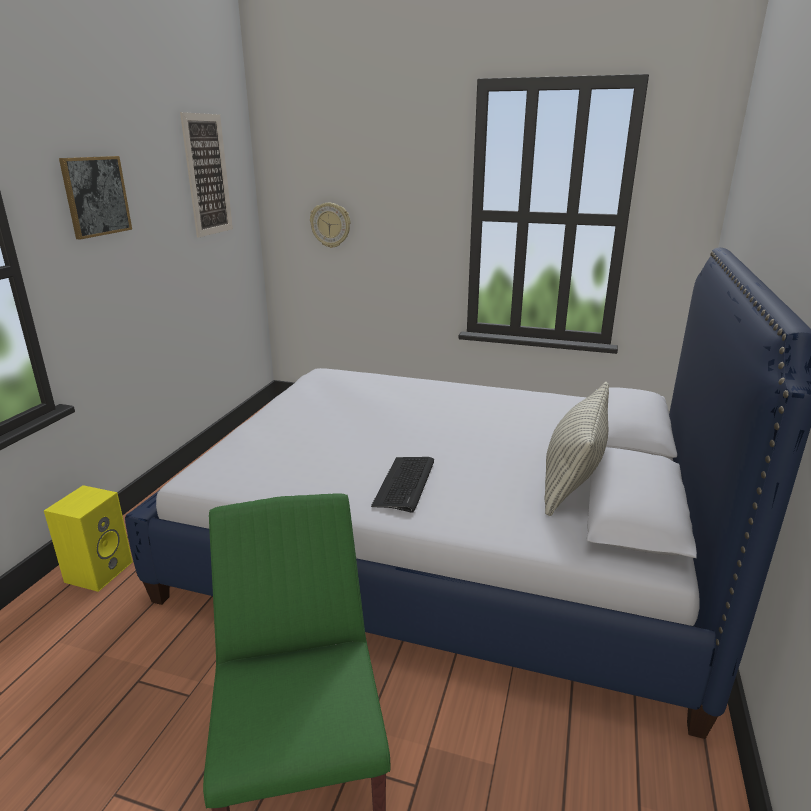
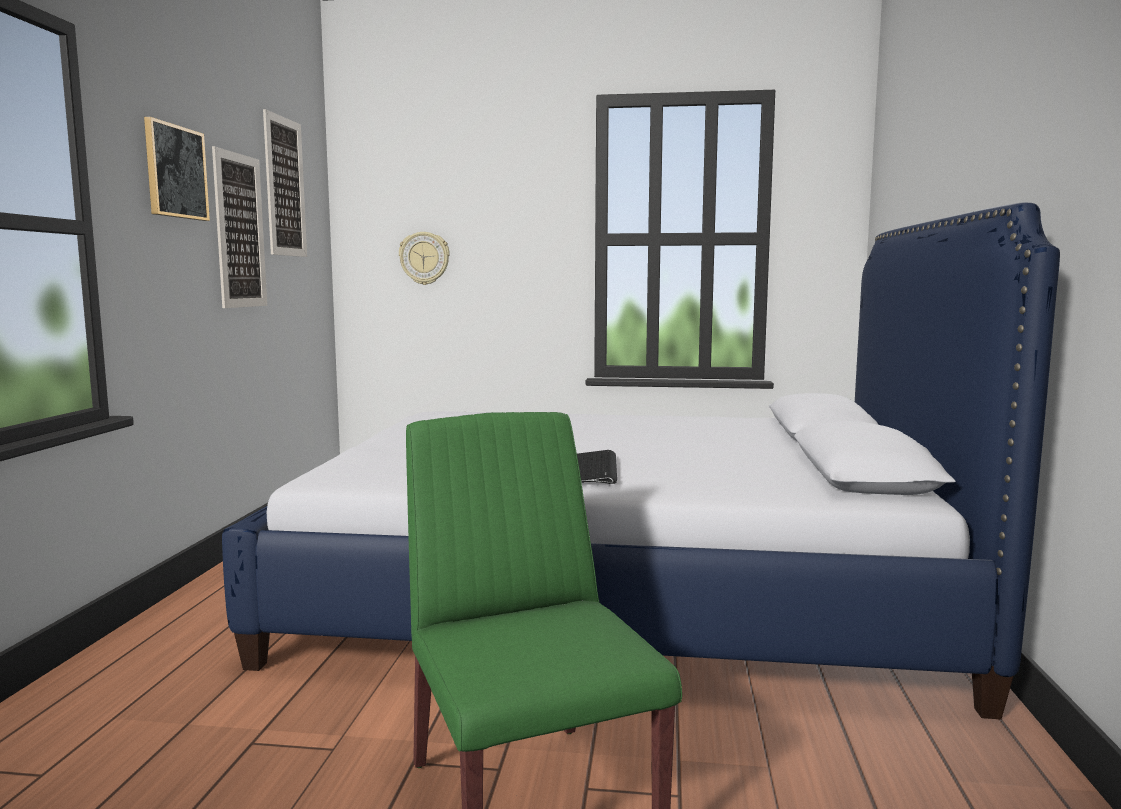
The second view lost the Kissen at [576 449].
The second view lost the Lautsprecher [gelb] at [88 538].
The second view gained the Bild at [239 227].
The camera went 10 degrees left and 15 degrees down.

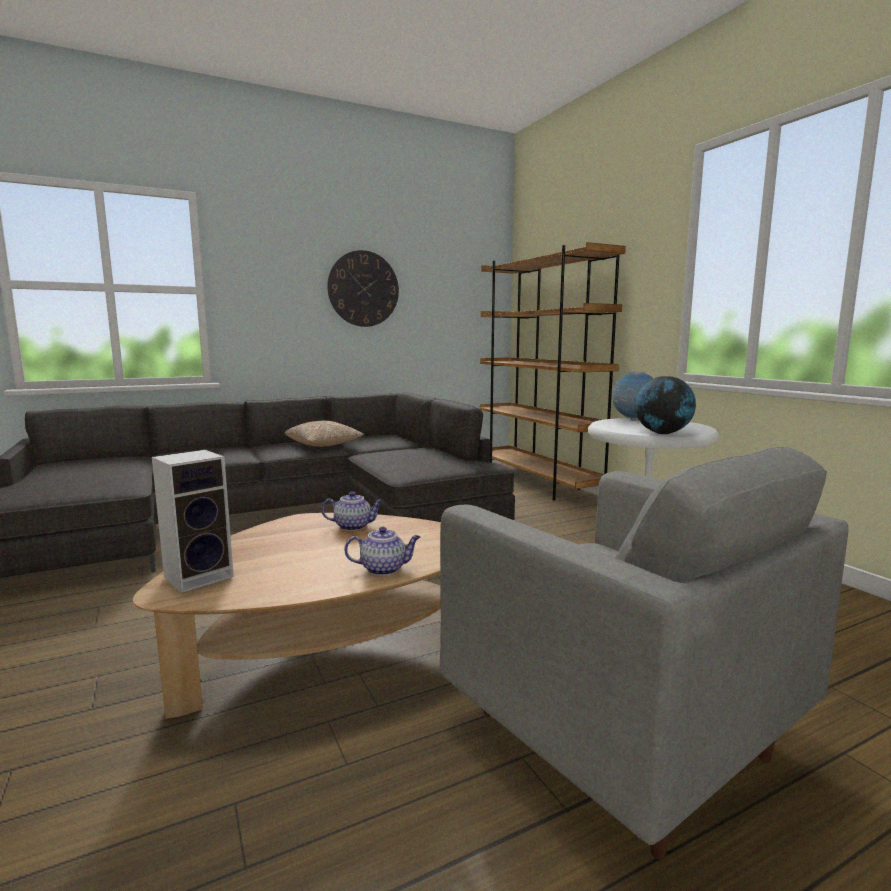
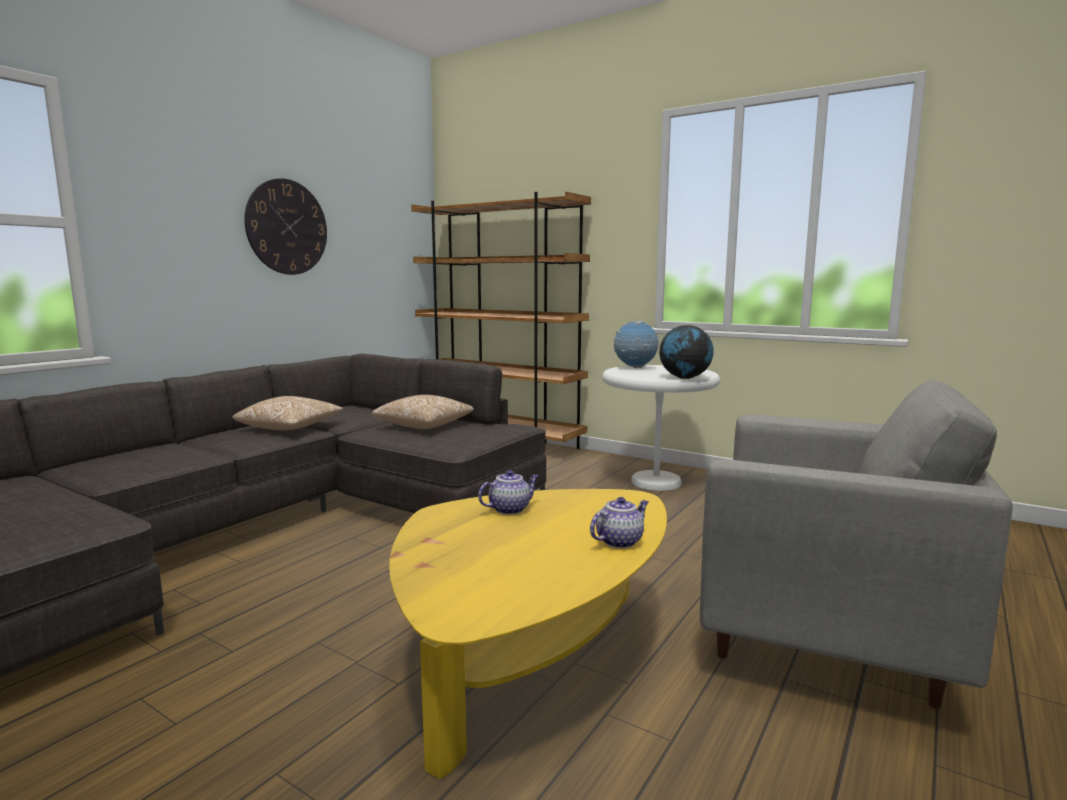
The second view lost the Lautsprecher at [193 521].
What was the Couchtisch [braun] at [287 616] turned into the Couchtisch [gelb] at [528 634].
The second view gained the Kissen at [423 412].
The camera went 30 degrees left and 0 degrees up.

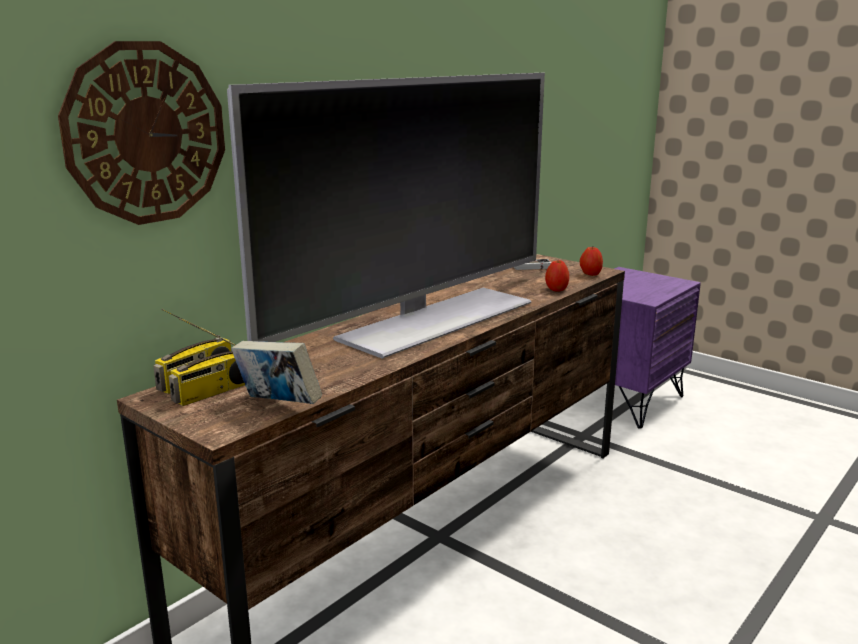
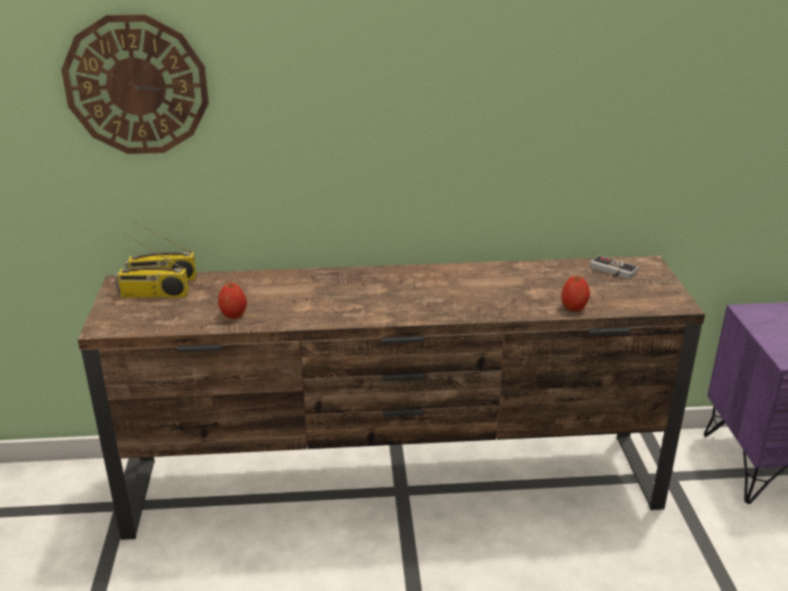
The second view lost the Fernseher at [386 216].
The Apfel ended up elsewhere, having gone from [591 261] to [232 301].
The second view lost the Buch at [276 372].
The camera went 45 degrees right and 10 degrees up.

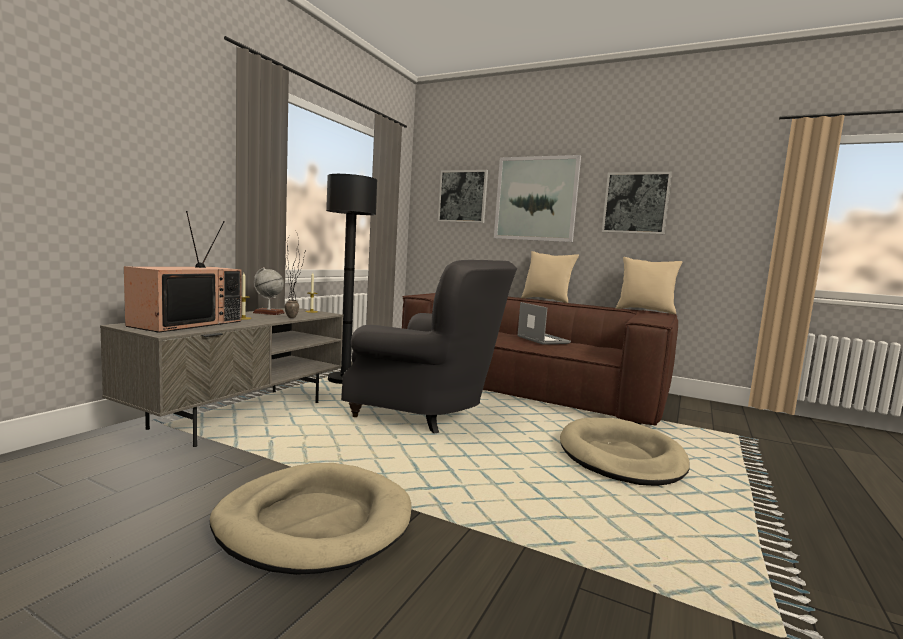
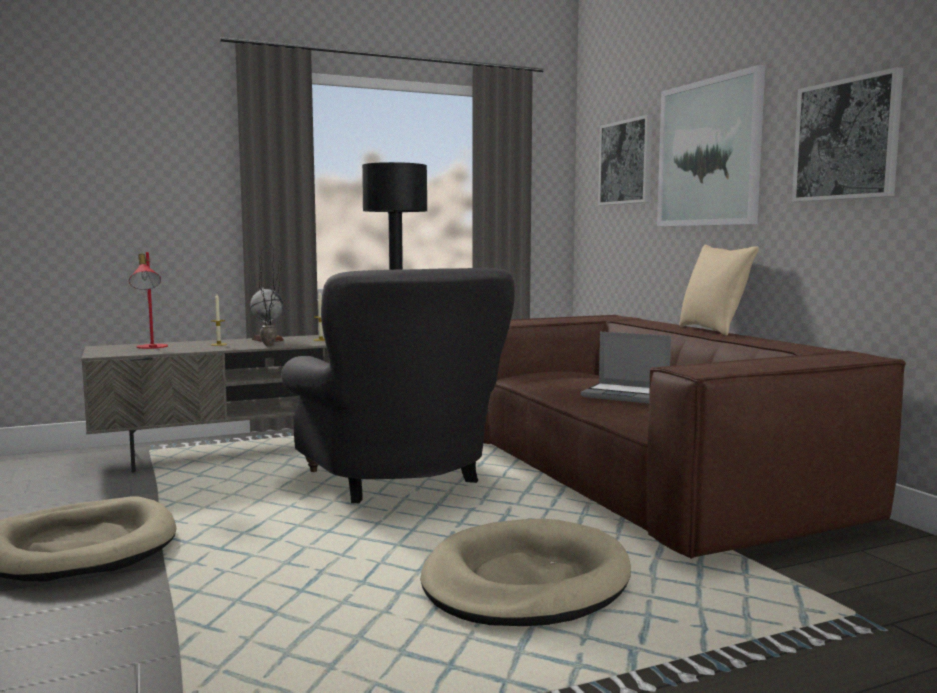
Where the Fernseher stood at [183 272], the Tischlampe [rot] came to stand at [148 300].
The second view lost the Kissen [beige] at [649 285].
The Laptop at [544 323] ended up facing another way, 105 degrees clockwise from before.
The camera went 40 degrees right and 0 degrees up.

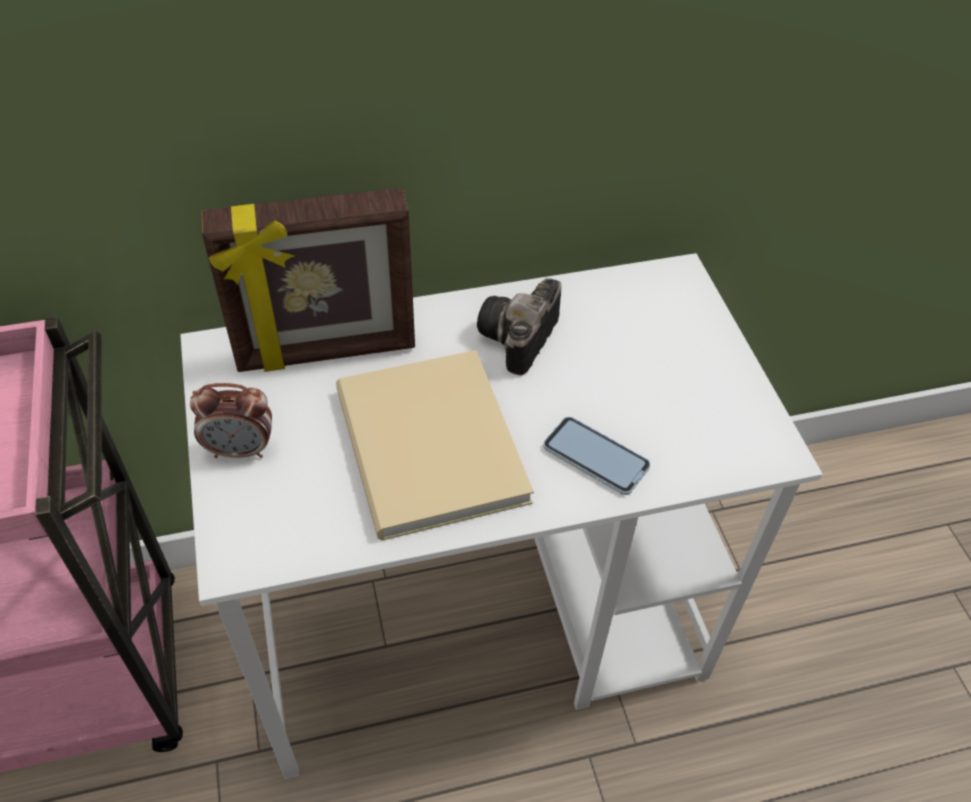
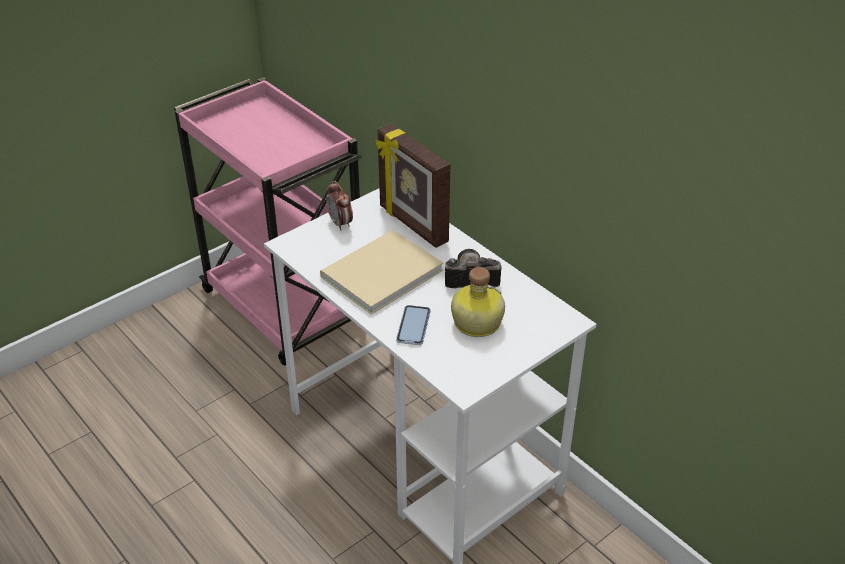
The second view gained the Flasche at [478 302].
The camera went 65 degrees right and 10 degrees down.

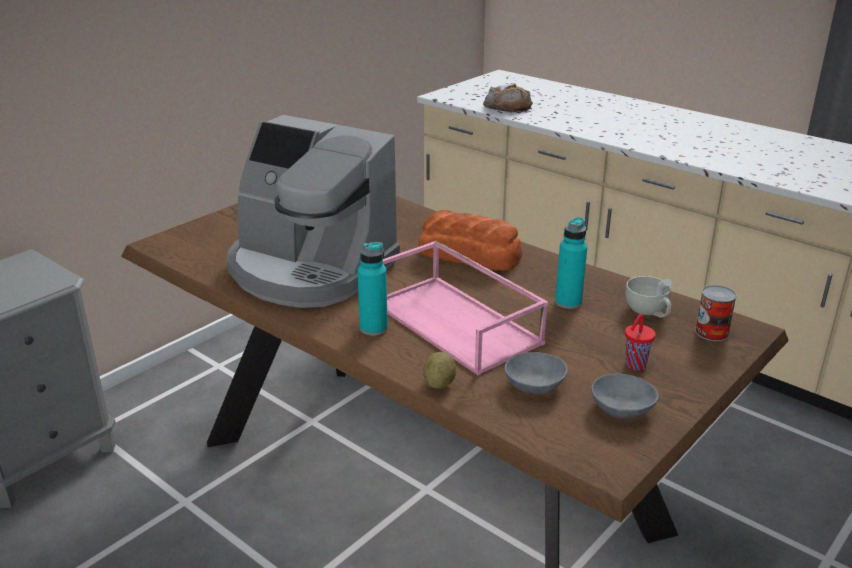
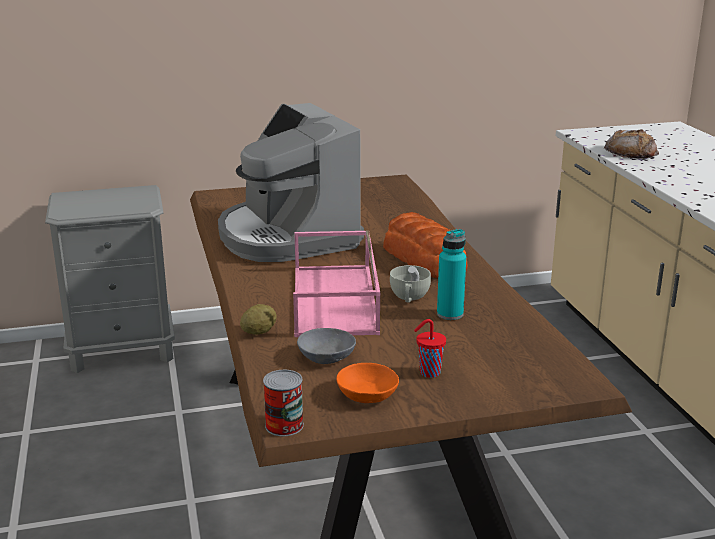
The second view lost the Flasche [türkis] at [372 289].
The Tasse [weiß] ended up elsewhere, having gone from [648 297] to [410 284].
The Dose ended up elsewhere, having gone from [716 313] to [283 403].
What was the Schüssel [grau] at [625 396] turned into the Schüssel [orange] at [367 383].
The camera went 35 degrees right and 5 degrees down.

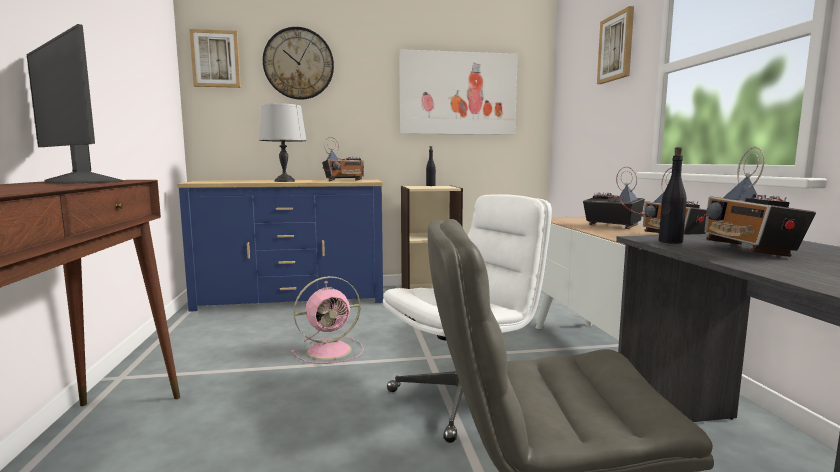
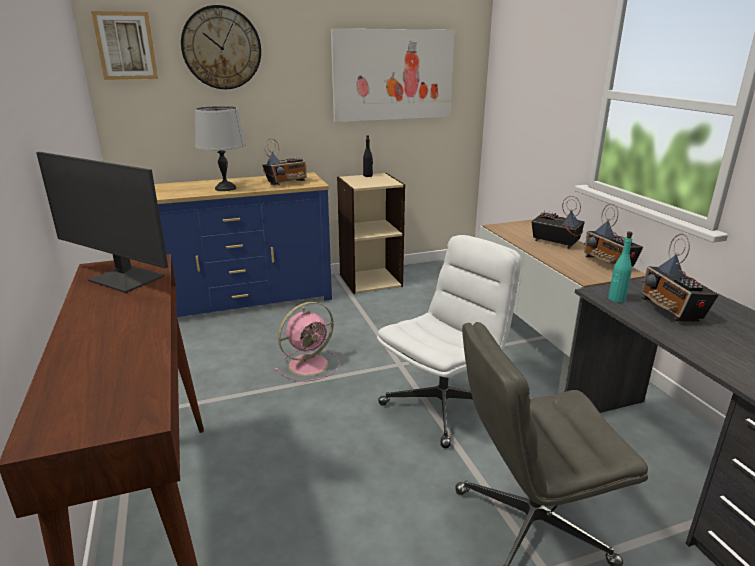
The second view lost the Bild at [615 45].
What was the Flasche [schwarz] at [673 195] turned into the Flasche [türkis] at [620 266].
The camera went 10 degrees left and 15 degrees up.

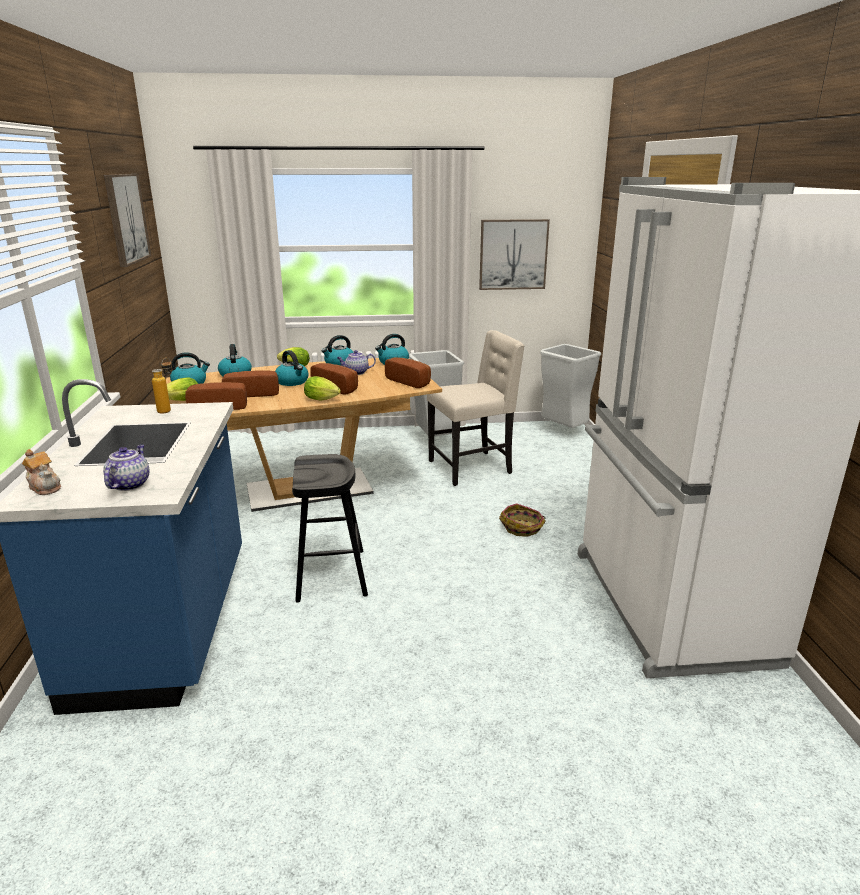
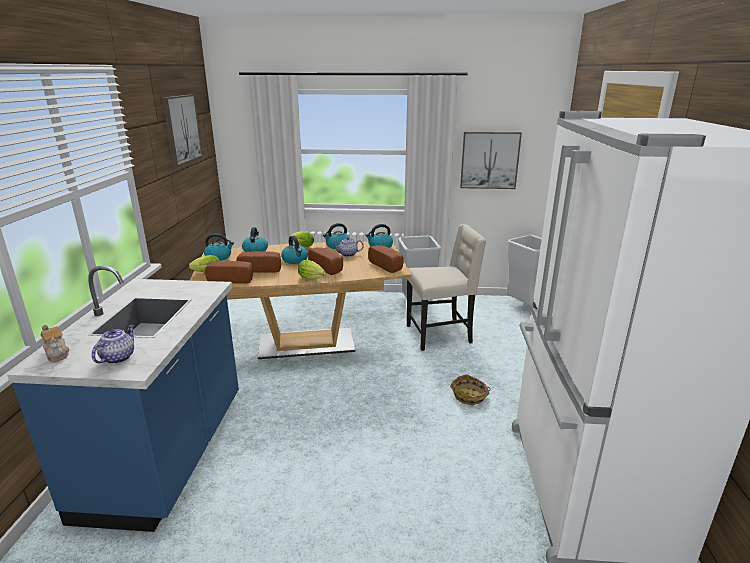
The second view lost the Flasche at [162 386].
The second view lost the Hocker [schwarz] at [330 528].
The camera went 10 degrees right and 0 degrees up.

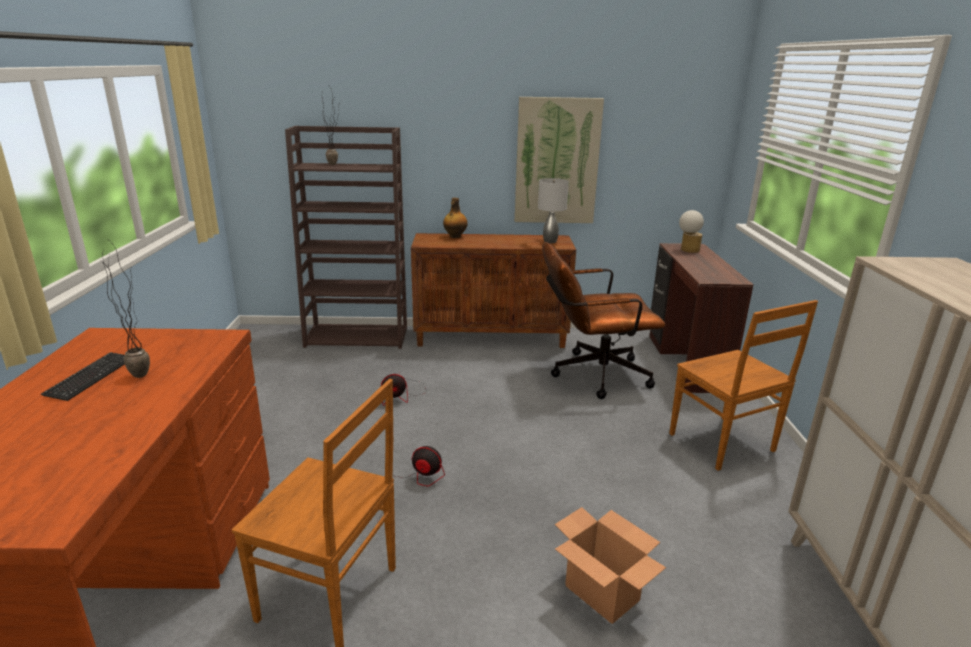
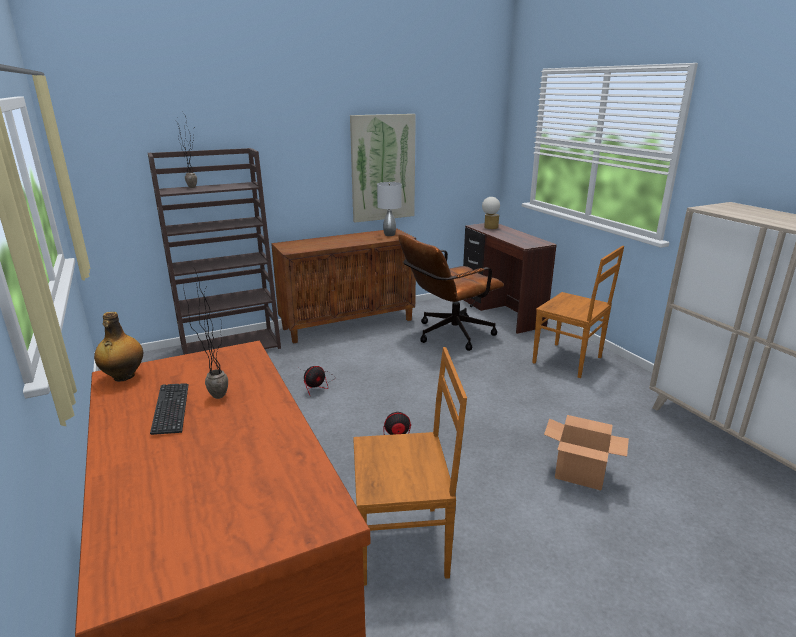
The Flasche ended up elsewhere, having gone from [455 218] to [118 347].
The camera went 25 degrees left and 0 degrees up.

